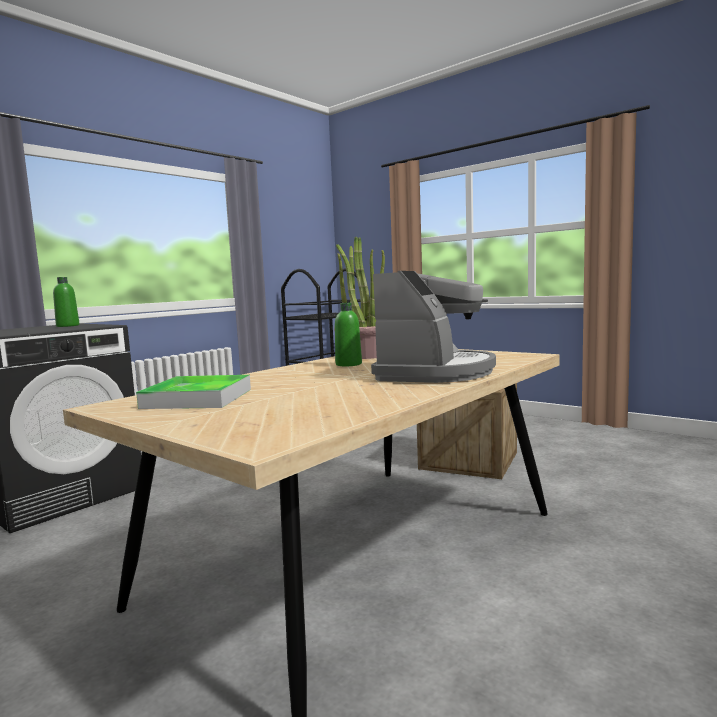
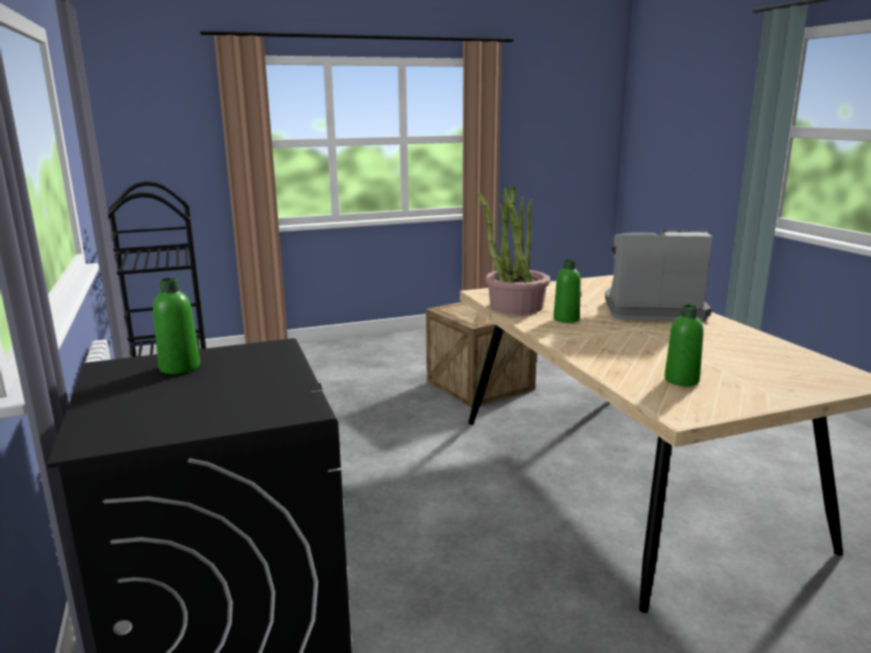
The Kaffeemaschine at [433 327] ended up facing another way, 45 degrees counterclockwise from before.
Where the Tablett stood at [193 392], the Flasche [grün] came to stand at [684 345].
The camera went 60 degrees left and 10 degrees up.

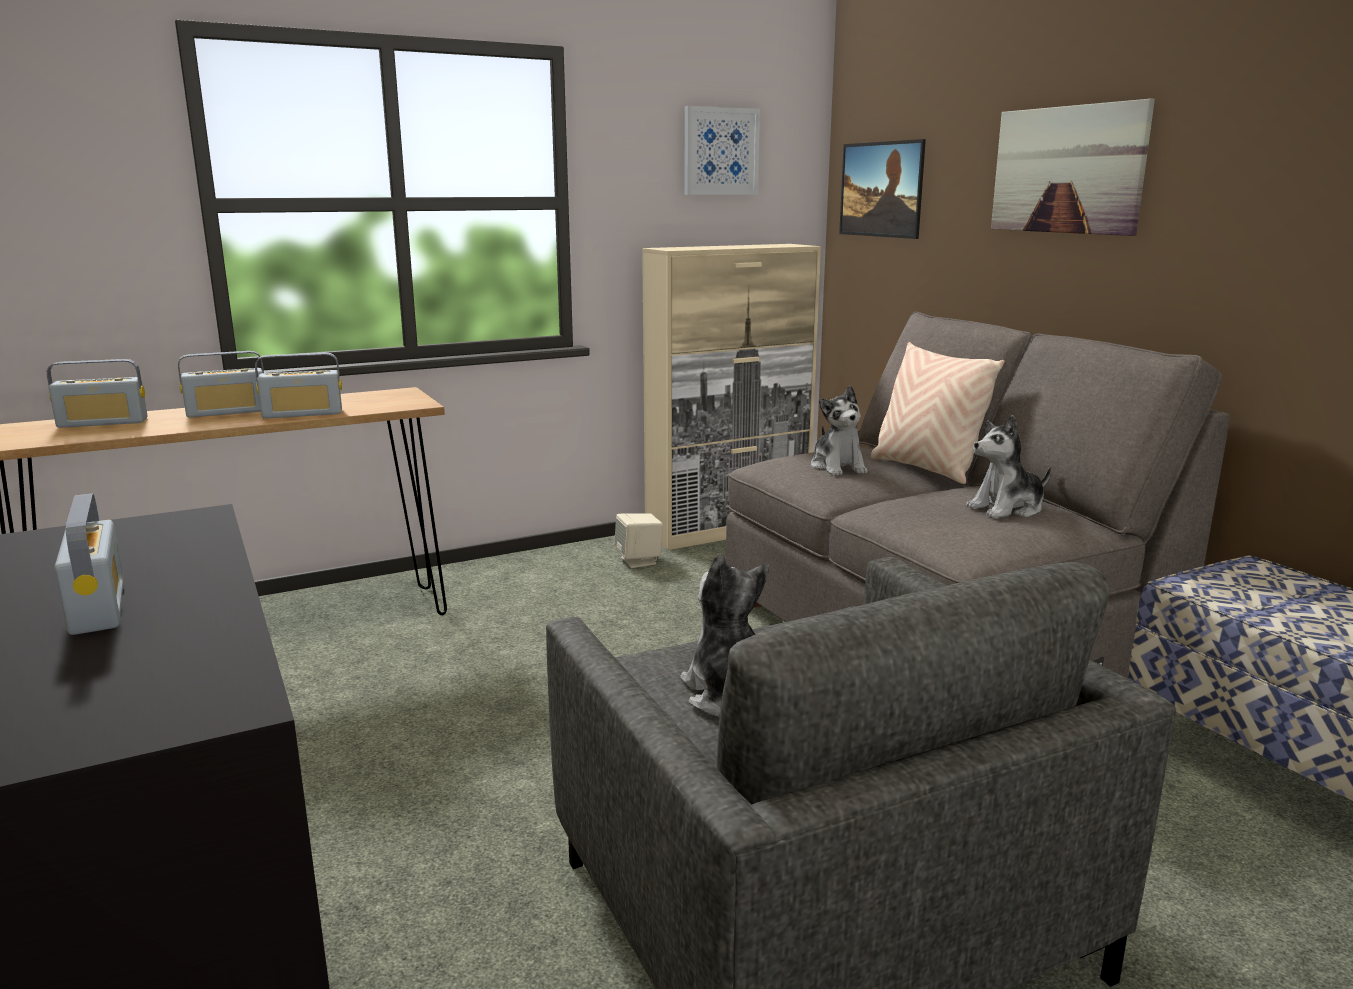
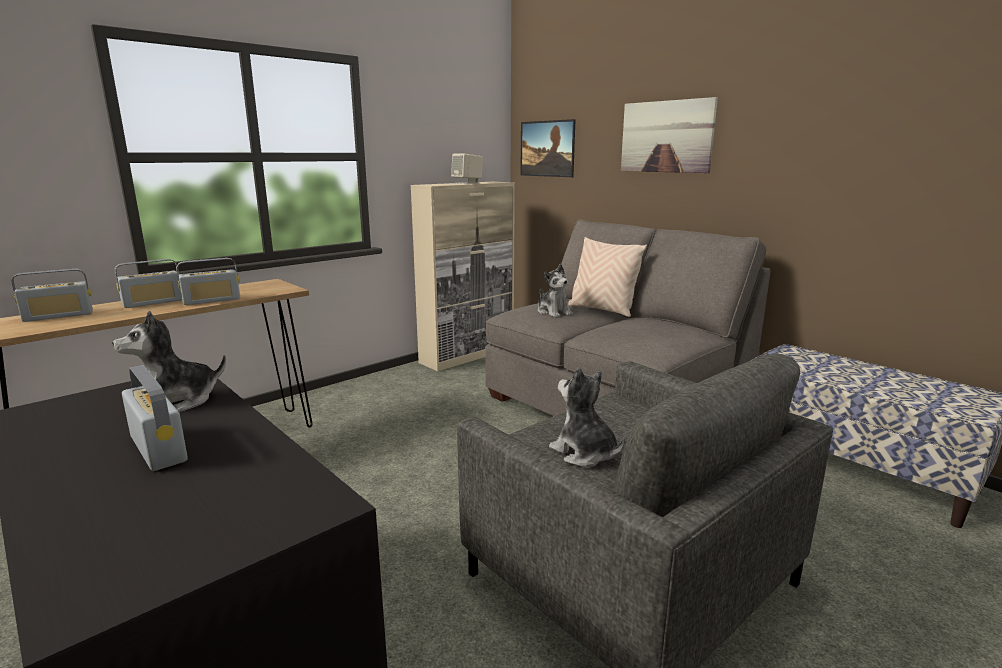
The second view lost the Bild at [722 150].
The Plüschtier ended up elsewhere, having gone from [1008 466] to [169 361].
The Lautsprecher [beige] ended up elsewhere, having gone from [638 540] to [467 169].
The camera went 15 degrees left and 0 degrees up.

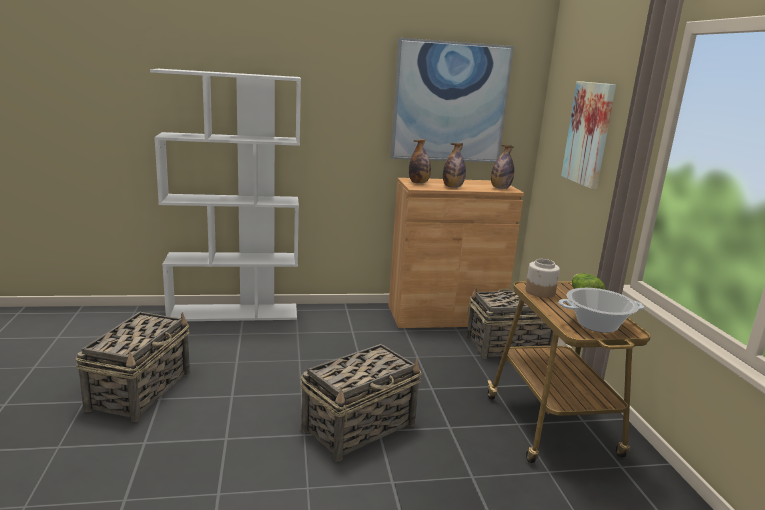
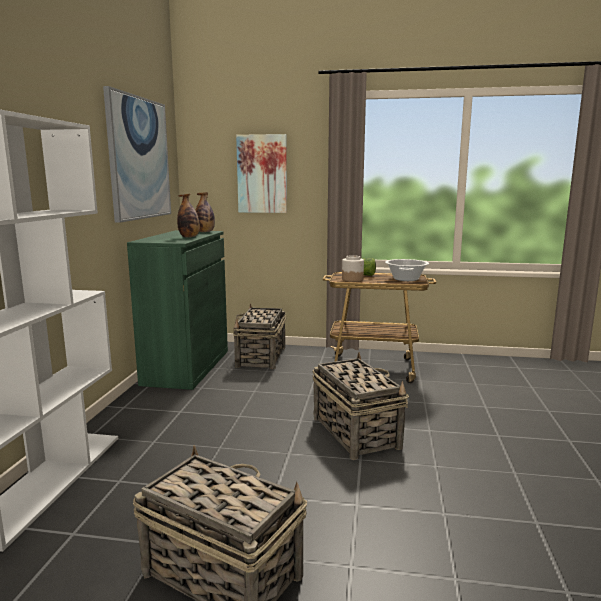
The second view lost the Flasche at [420 161].
What was the Schrank [braun] at [456 253] turned into the Schrank [grün] at [177 310].
The camera went 70 degrees left and 5 degrees down.

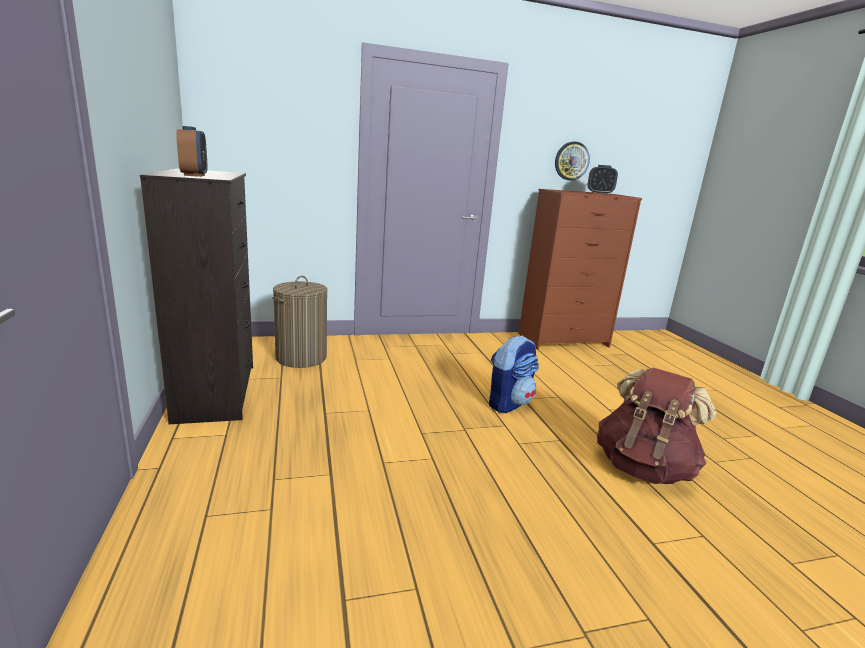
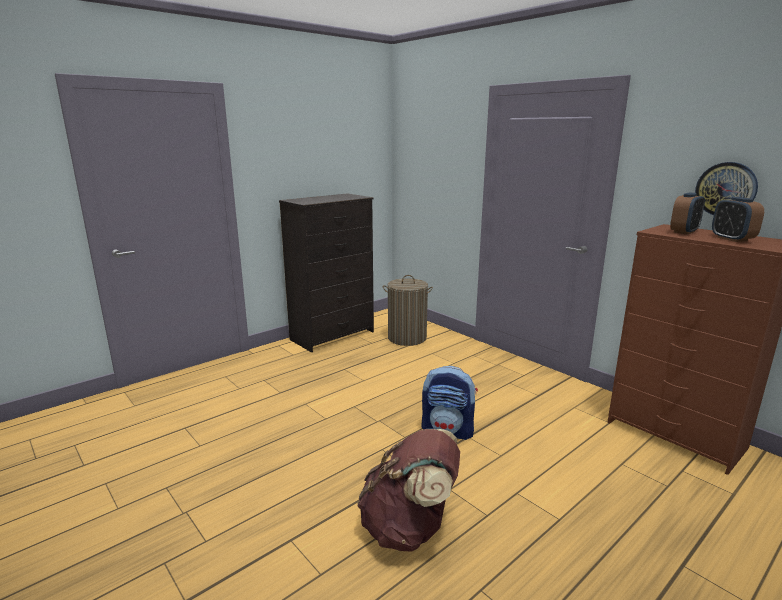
The Wecker ended up elsewhere, having gone from [192 151] to [687 214].
The camera went 65 degrees right and 0 degrees up.

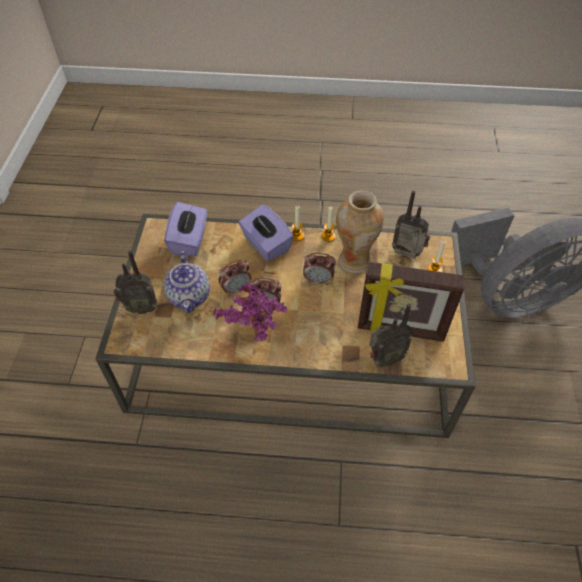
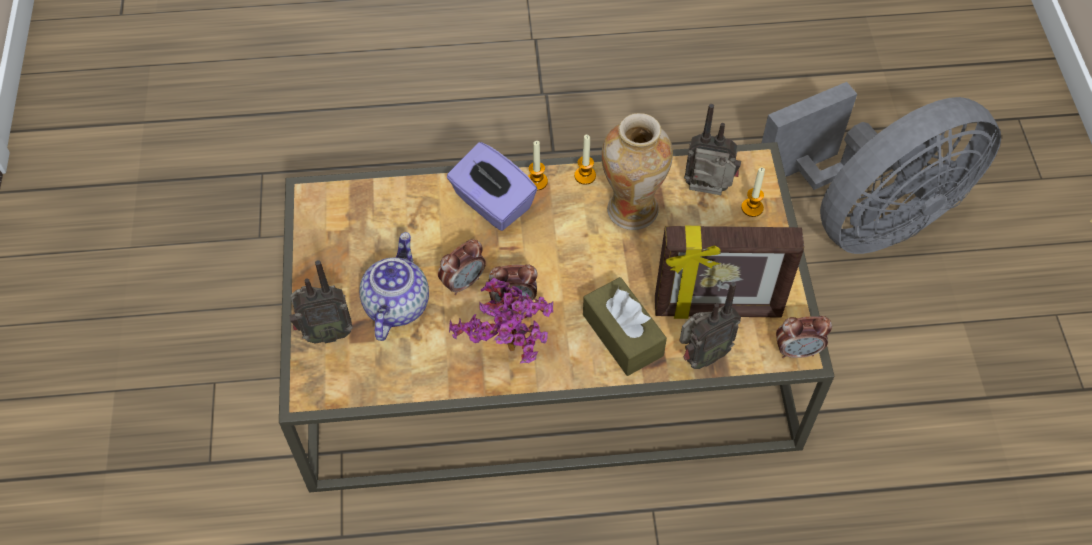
The second view lost the Taschentuchbox [lila] at [185 229].
The Teekanne at [186 282] ended up facing another way, 150 degrees counterclockwise from before.
The Wecker ended up elsewhere, having gone from [319 269] to [804 337].
The second view gained the Taschentuchbox [braun] at [625 326].
The camera went 10 degrees left and 5 degrees up.

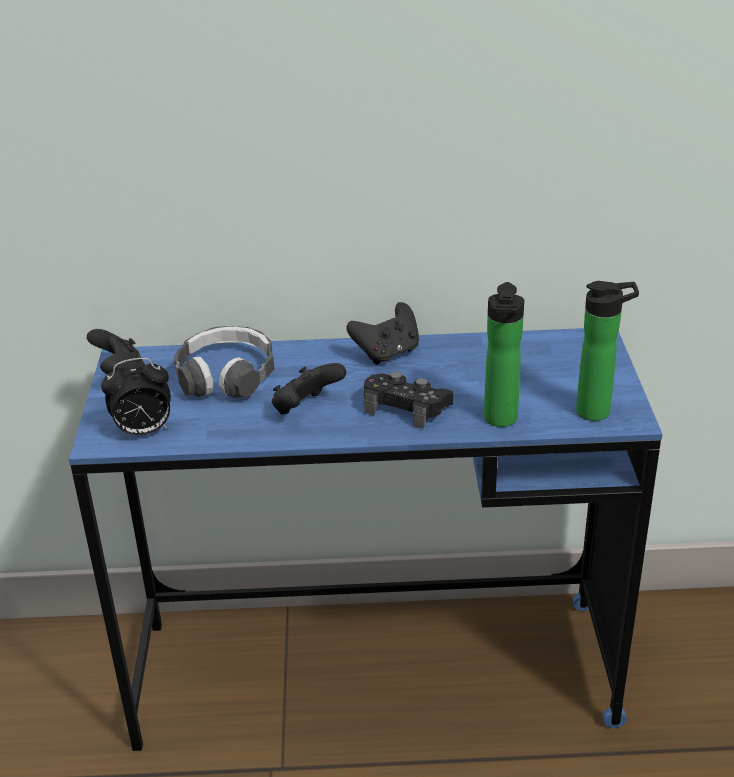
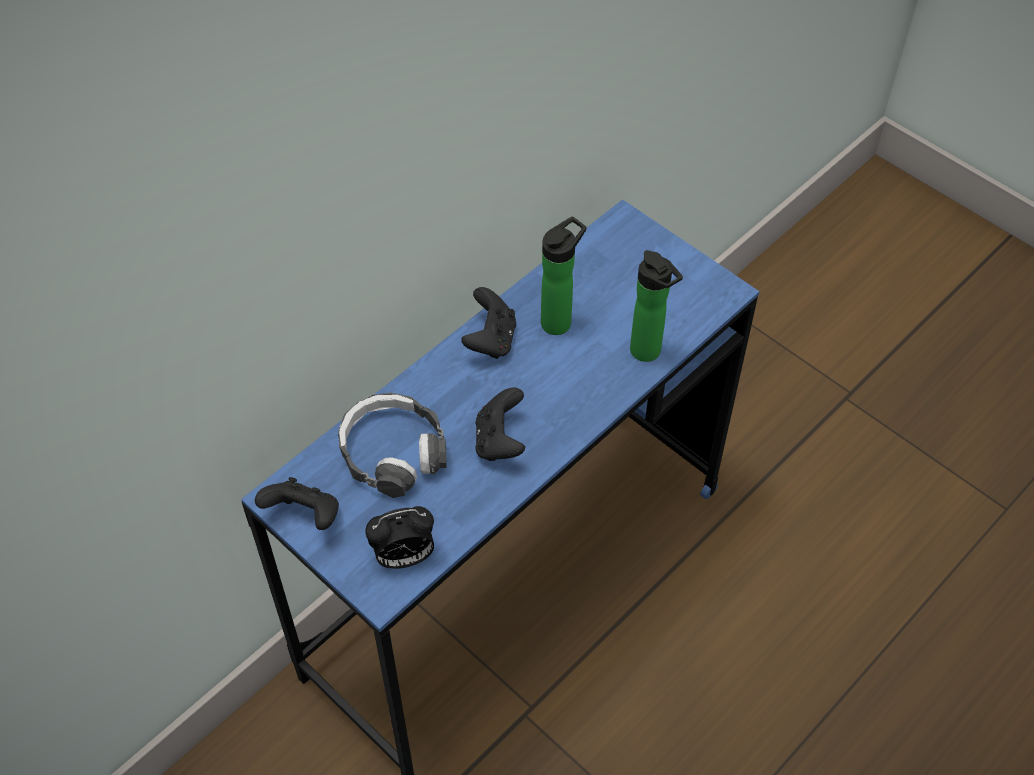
The Flasche ended up elsewhere, having gone from [607 351] to [563 276].
The Wecker at [136 398] ended up facing another way, 45 degrees clockwise from before.
The second view lost the Gamepad [schwarz] at [408 400].
The camera went 45 degrees left and 20 degrees up.

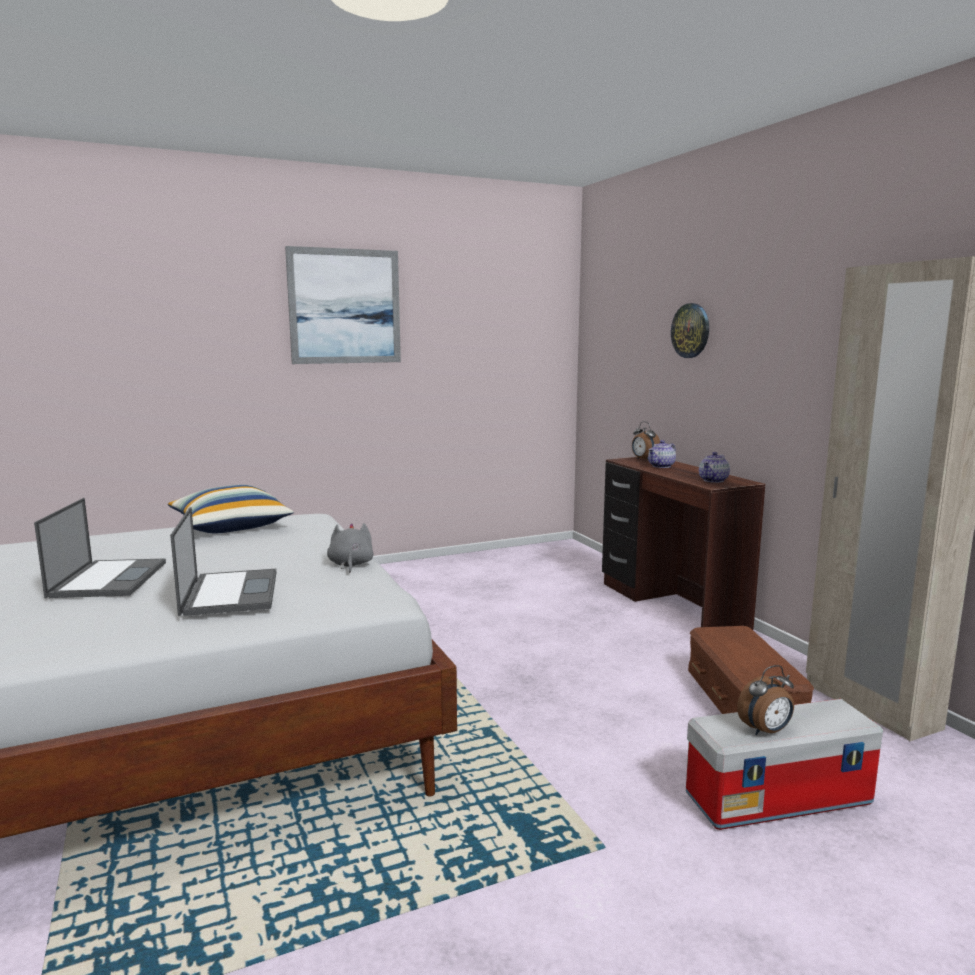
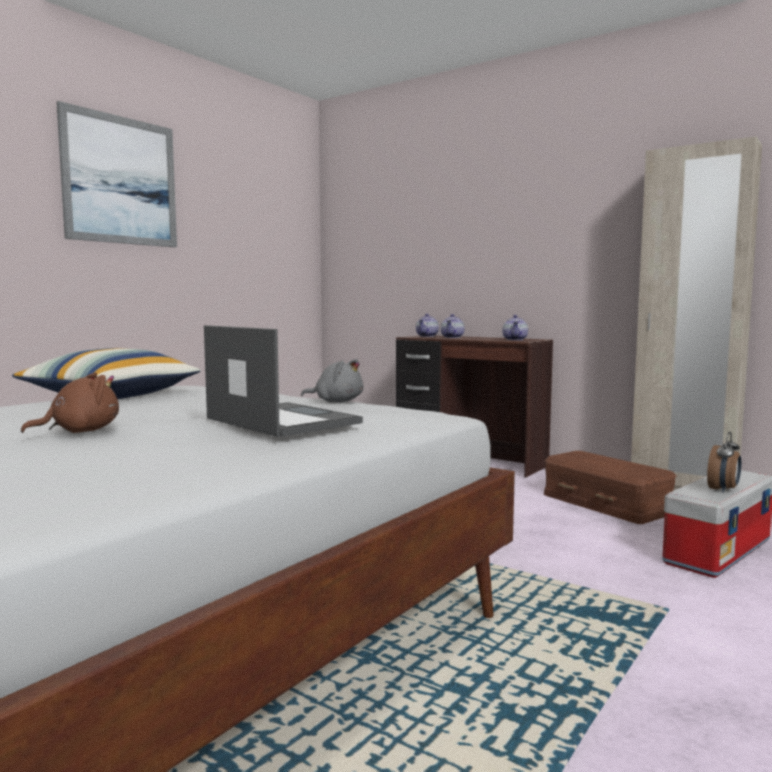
The second view lost the Wanduhr at [690 330].
Where the Wecker stood at [646 441], the Teekanne came to stand at [427 325].
Where the Laptop stood at [100 548], the Plüschtier [braun] came to stand at [70 402].
The Plüschtier [grau] at [350 548] ended up facing another way, 150 degrees clockwise from before.
The camera went 30 degrees left and 5 degrees down.

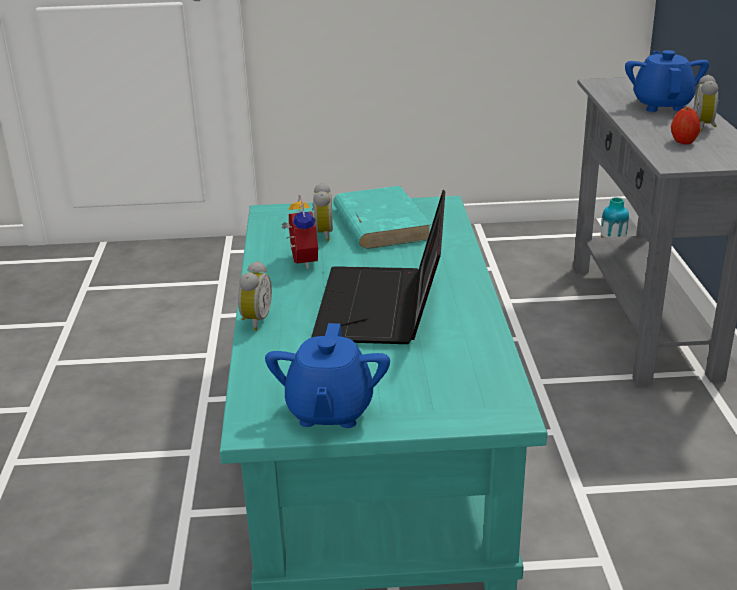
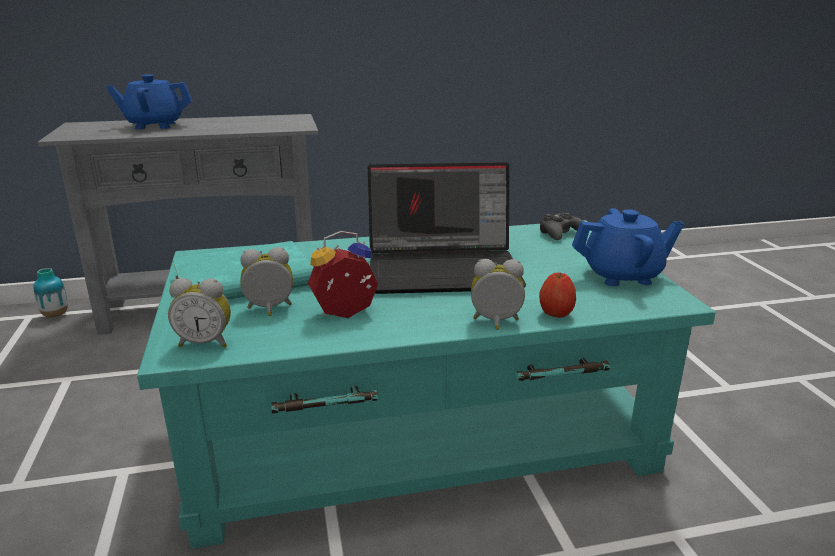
The Wecker ended up elsewhere, having gone from [706 103] to [199 313].
The Apfel ended up elsewhere, having gone from [685 125] to [557 295].
The second view gained the Gamepad [schwarz] at [561 226].
The camera went 100 degrees left and 5 degrees down.

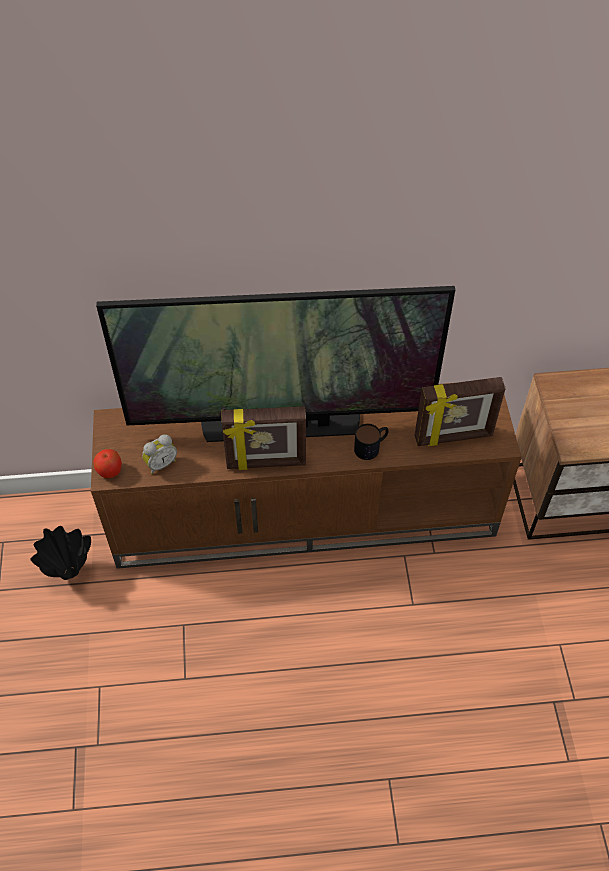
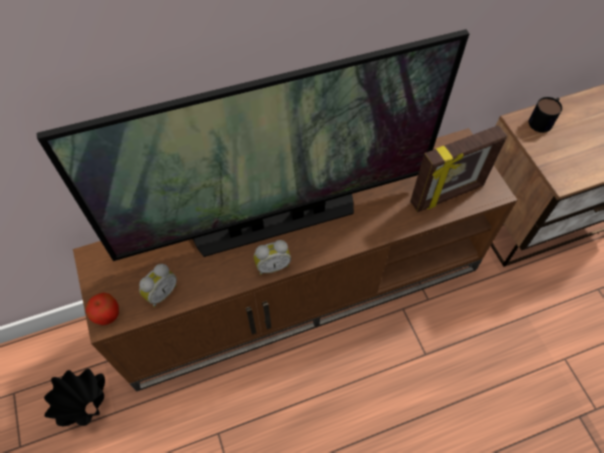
Where the Bilderrahmen stood at [263 438], the Wecker came to stand at [272 257].
The Henkelbecher ended up elsewhere, having gone from [371 442] to [545 115].
The camera went 15 degrees left and 5 degrees up.

